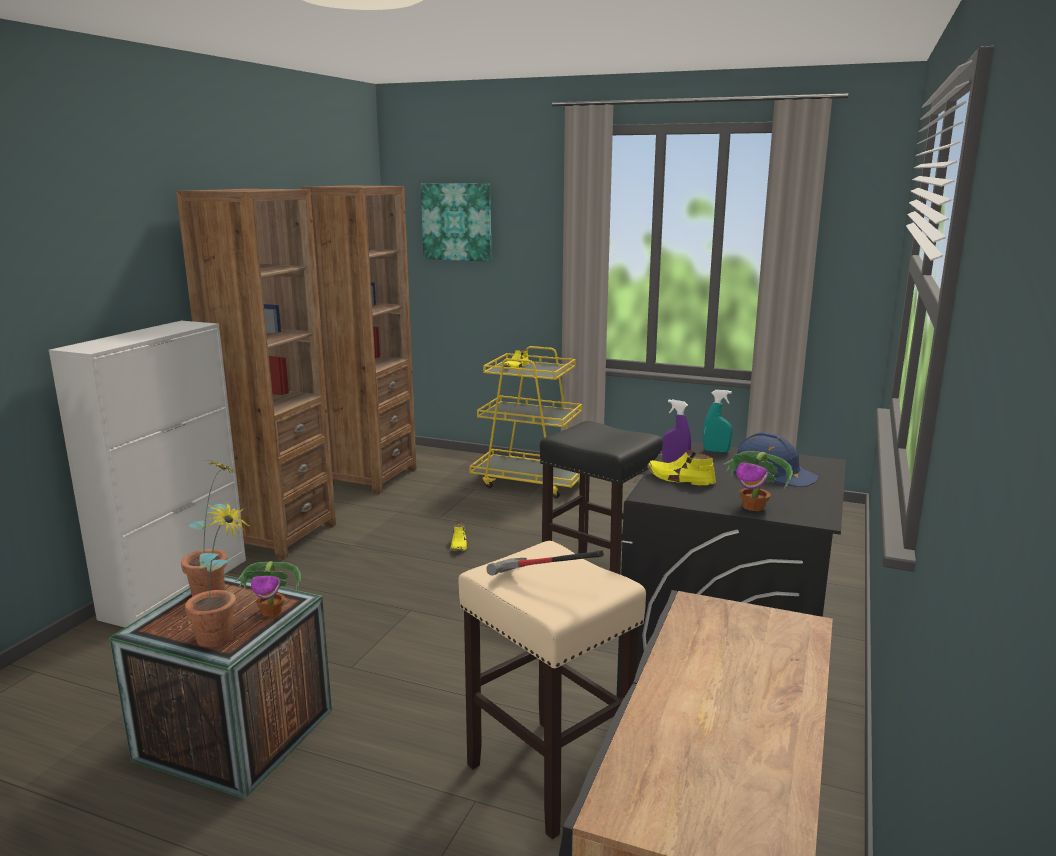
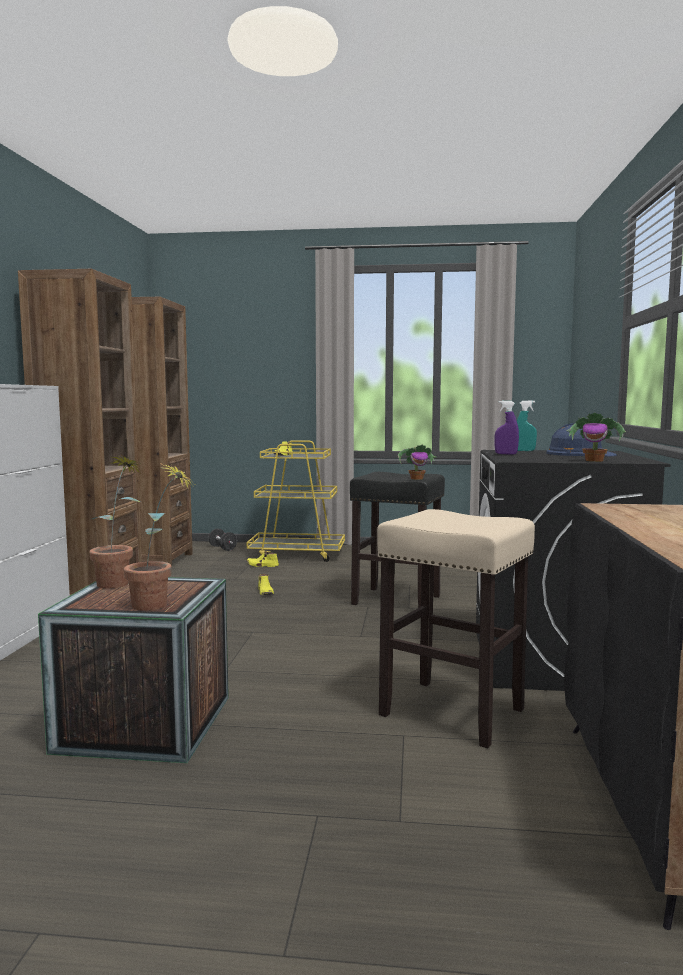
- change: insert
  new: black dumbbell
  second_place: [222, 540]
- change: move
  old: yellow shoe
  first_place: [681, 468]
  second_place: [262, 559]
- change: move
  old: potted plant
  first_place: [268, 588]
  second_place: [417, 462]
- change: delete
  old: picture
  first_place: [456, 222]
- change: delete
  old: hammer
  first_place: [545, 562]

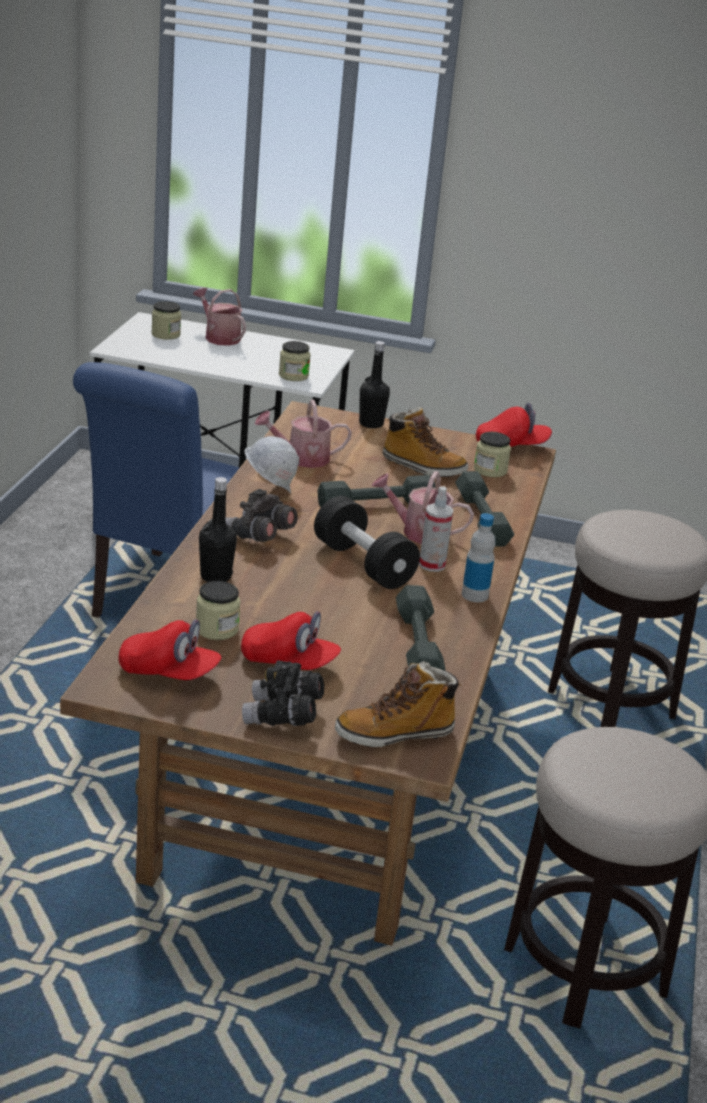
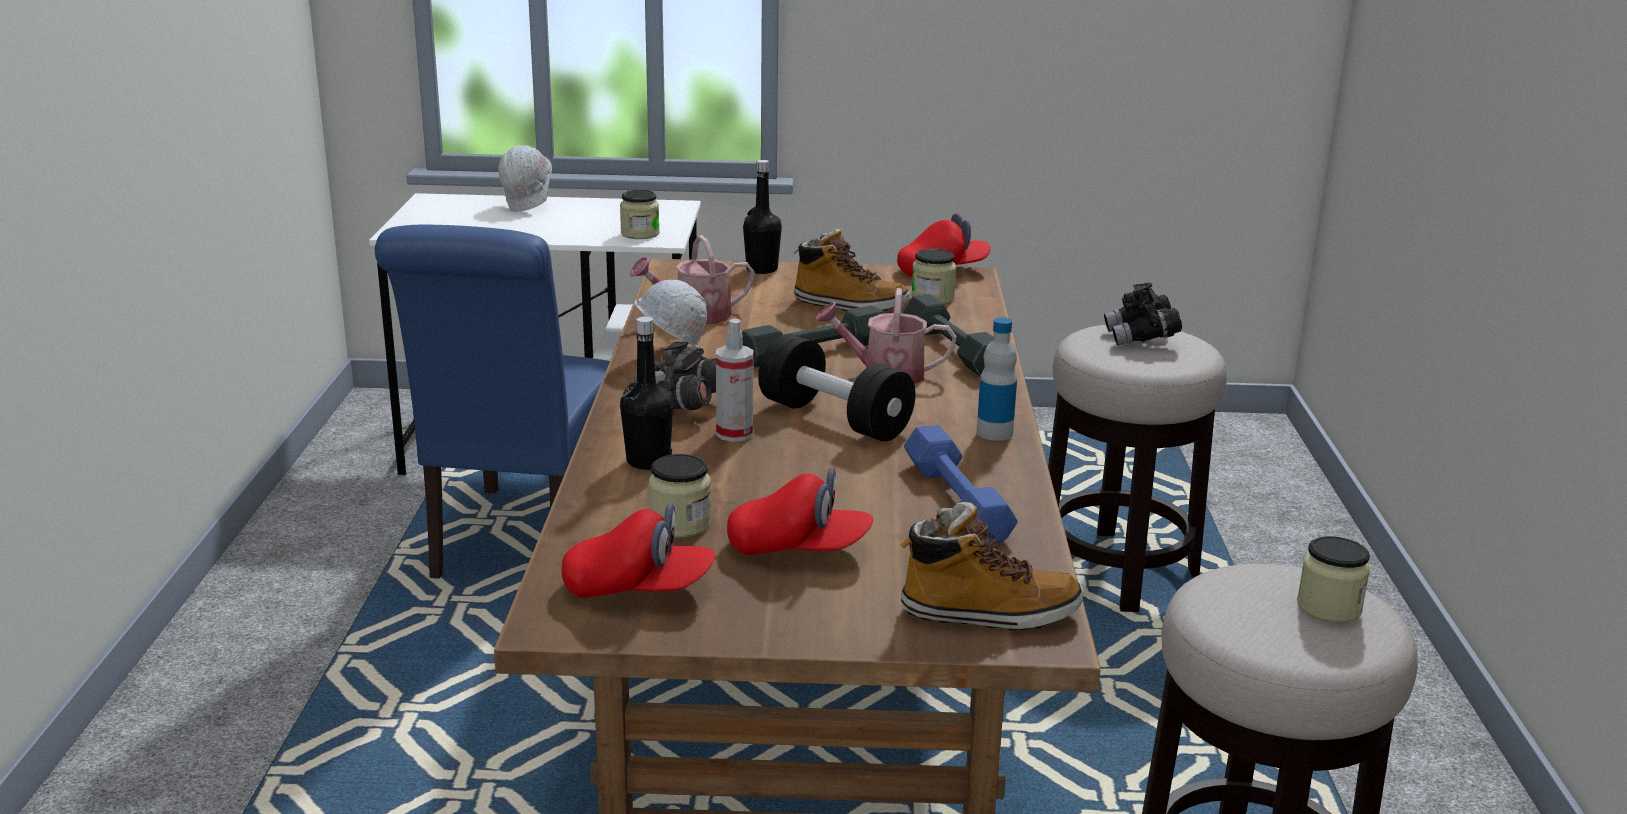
- change: replace
  old: watering can
  new: white hard hat
  first_place: [219, 317]
  second_place: [525, 178]
- change: move
  old: spray bottle
  first_place: [436, 529]
  second_place: [735, 380]
- change: rotate
  old: boot
  first_place: [398, 704]
  second_place: [991, 566]
  degrees: -150
- change: recolor
  old: grey dumbbell
  new: blue dumbbell
  first_place: [420, 628]
  second_place: [961, 484]
- change: move
  old: black binoculars
  first_place: [283, 693]
  second_place: [1143, 314]
- change: move
  old: jar
  first_place: [166, 320]
  second_place: [1333, 579]

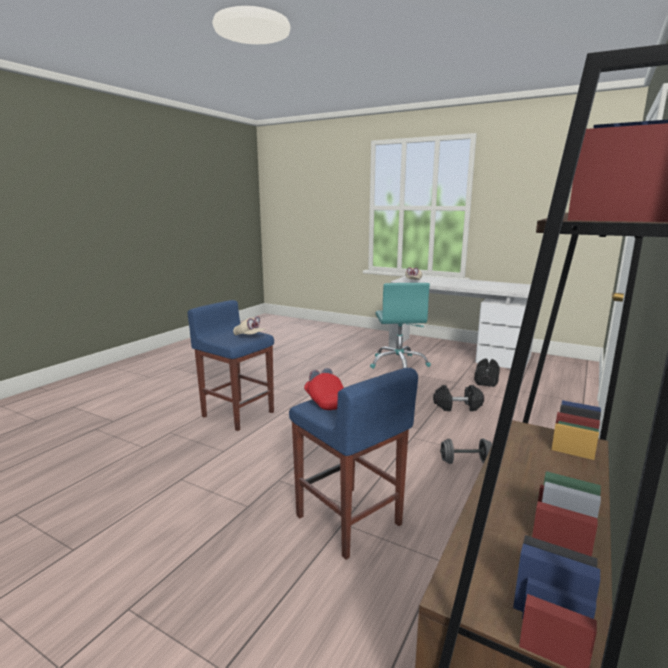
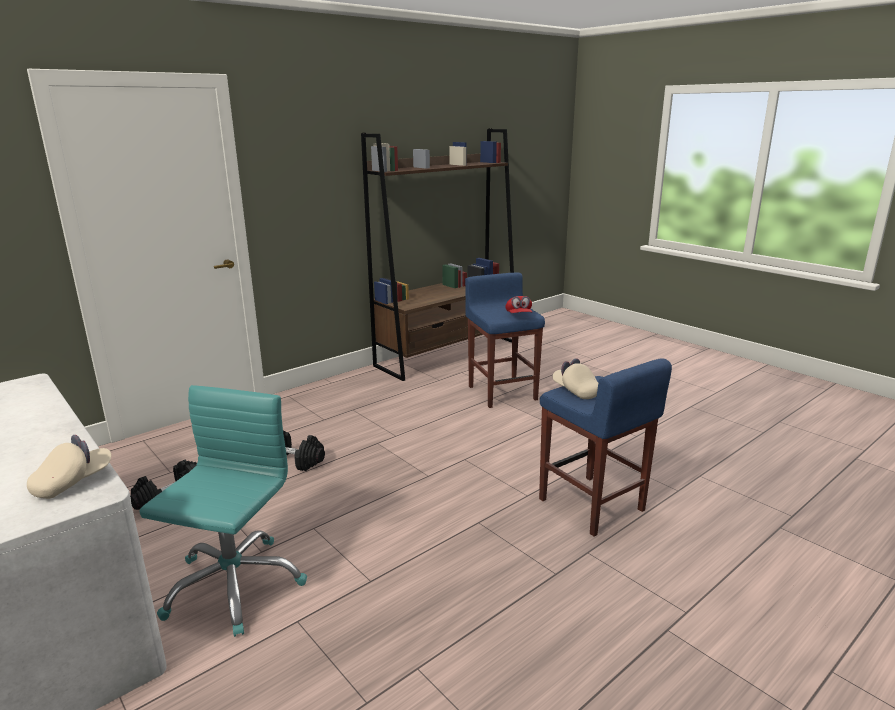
- change: delete
  old: grey dumbbell
  first_place: [466, 451]

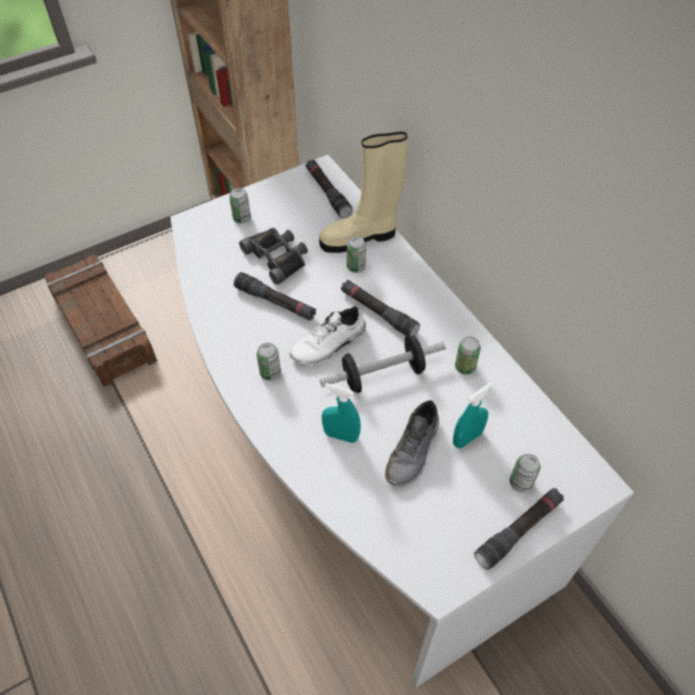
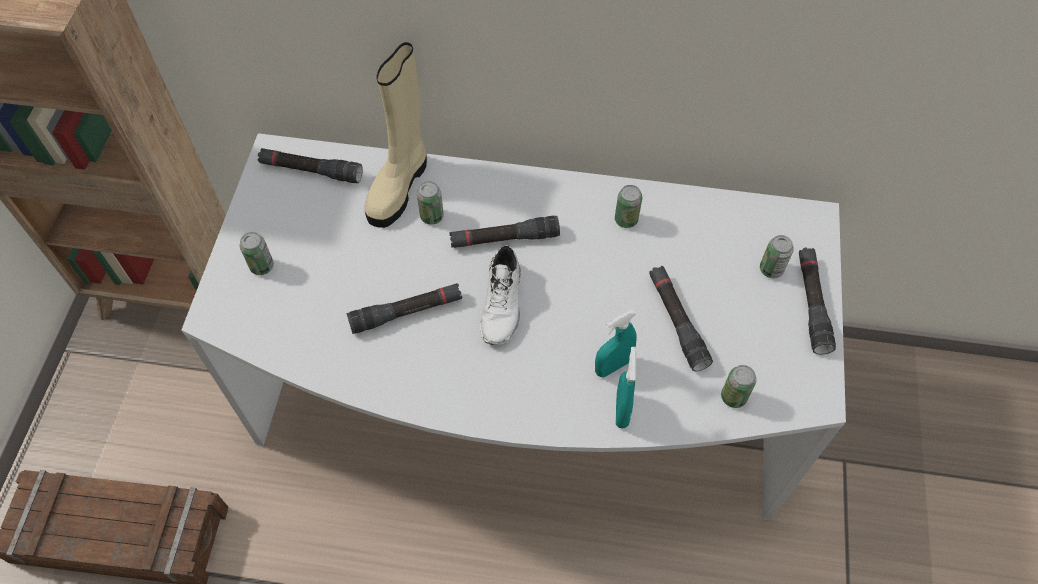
- change: move
  old: turquoise spray bottle
  first_place: [473, 416]
  second_place: [626, 387]
- change: replace
  old: grey shoe
  new: black flashlight
  first_place: [412, 443]
  second_place: [681, 318]
- change: move
  old: can
  first_place: [269, 362]
  second_place: [739, 386]
- change: delete
  old: black binoculars
  first_place: [273, 256]
- change: delete
  old: dumbbell
  first_place: [383, 364]

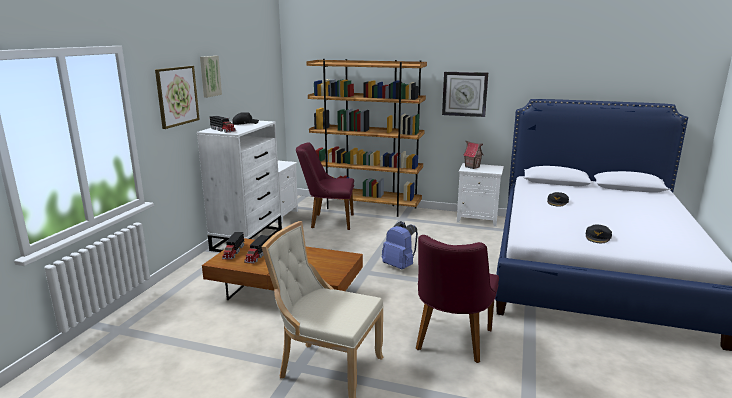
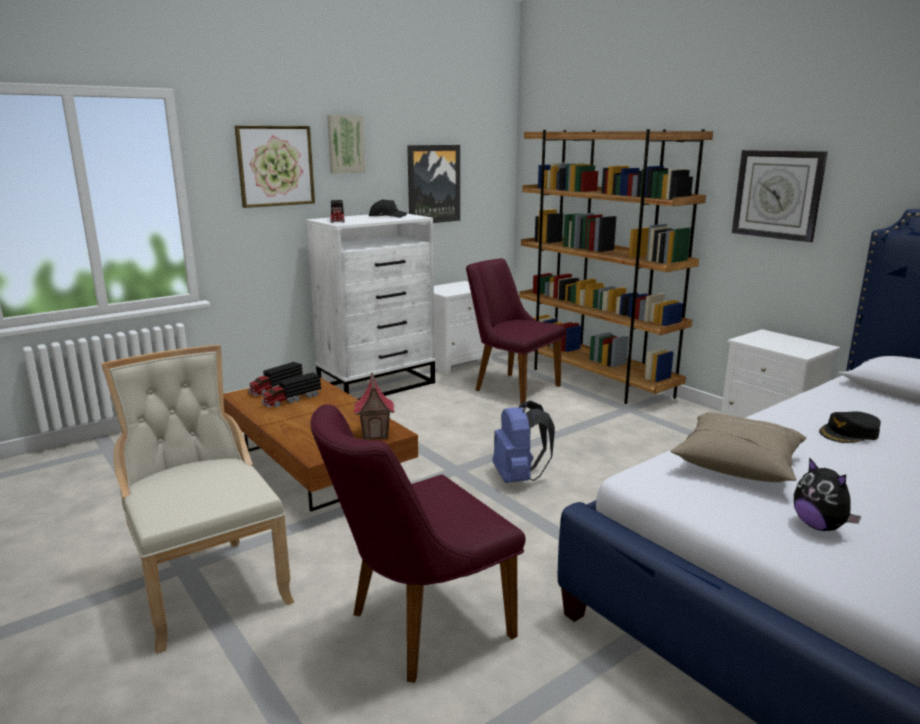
- change: move
  old: toy house
  first_place: [473, 155]
  second_place: [374, 406]
- change: insert
  new: picture
  second_place: [433, 184]
- change: insert
  new: beige pillow
  second_place: [738, 447]
- change: replace
  old: black cap
  new: plush toy
  first_place: [599, 234]
  second_place: [828, 494]

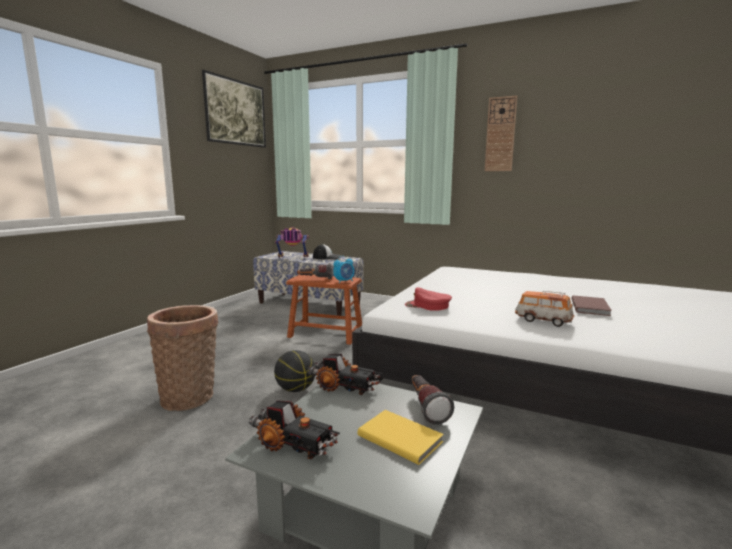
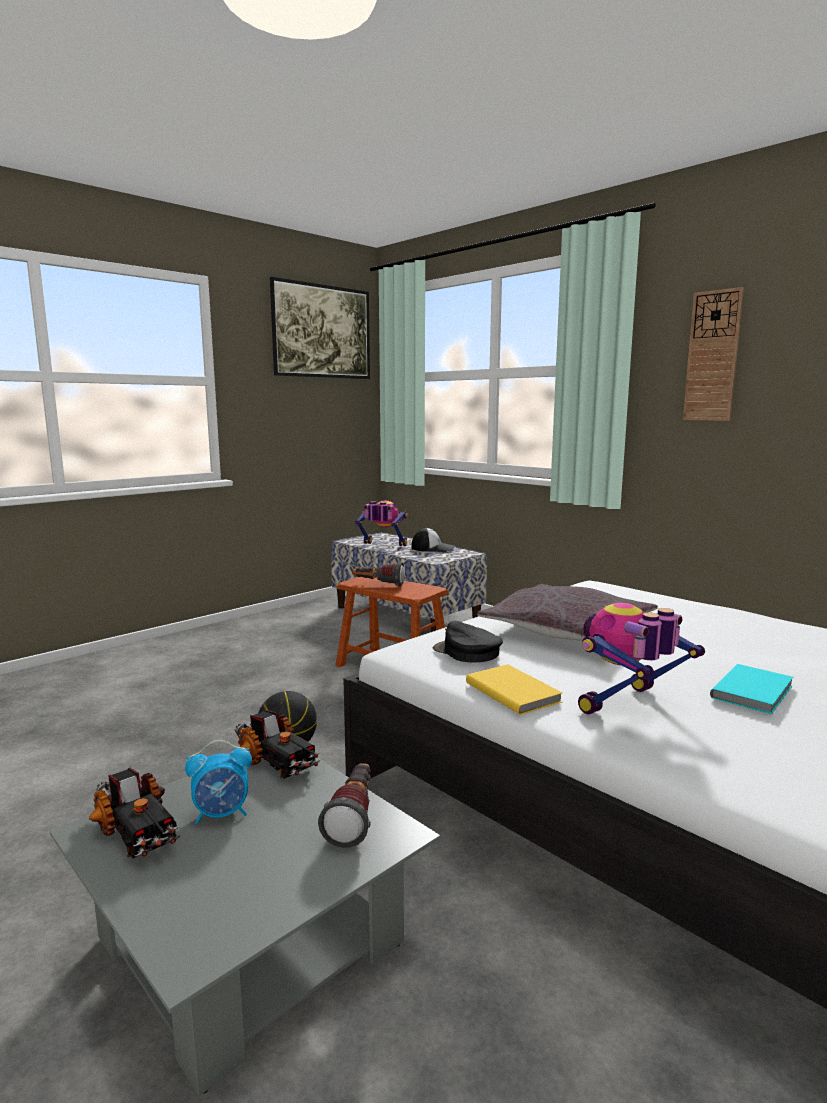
- change: move
  old: alarm clock
  first_place: [343, 269]
  second_place: [218, 782]
- change: recolor
  old: red cap
  new: black cap
  first_place: [428, 299]
  second_place: [468, 641]
- change: move
  old: yellow book
  first_place: [401, 437]
  second_place: [514, 689]
- change: insert
  new: grey pillow
  second_place: [567, 612]
- change: replace
  old: toy car
  new: toy robot
  first_place: [544, 309]
  second_place: [641, 658]
- change: recolor
  old: brown book
  new: turquoise book
  first_place: [592, 306]
  second_place: [751, 689]
- change: delete
  old: basket
  first_place: [183, 358]

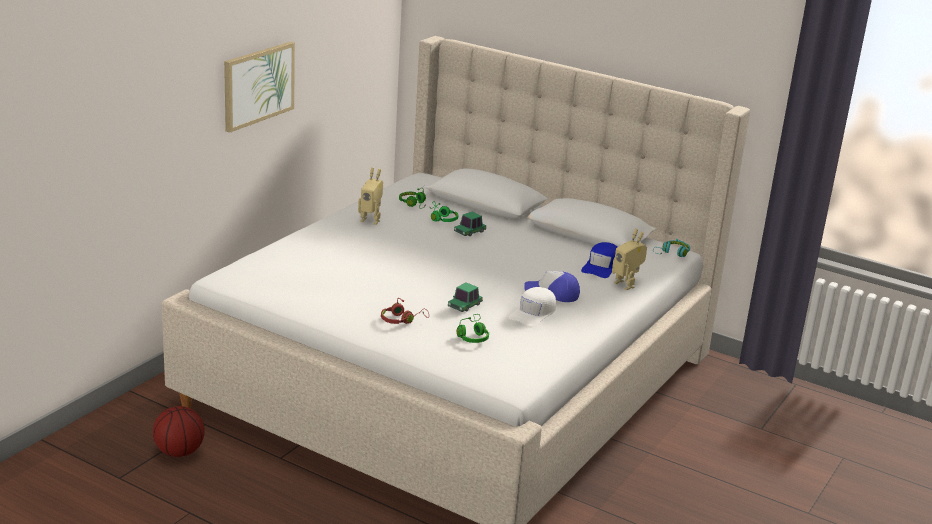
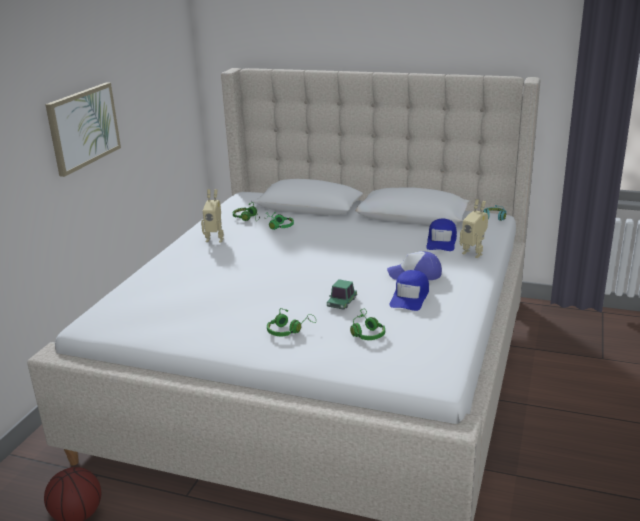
- change: recolor
  old: red headphones
  new: green headphones
  first_place: [405, 311]
  second_place: [291, 322]
- change: recolor
  old: white cap
  new: blue cap
  first_place: [532, 307]
  second_place: [409, 290]
- change: delete
  old: toy car
  first_place: [470, 224]

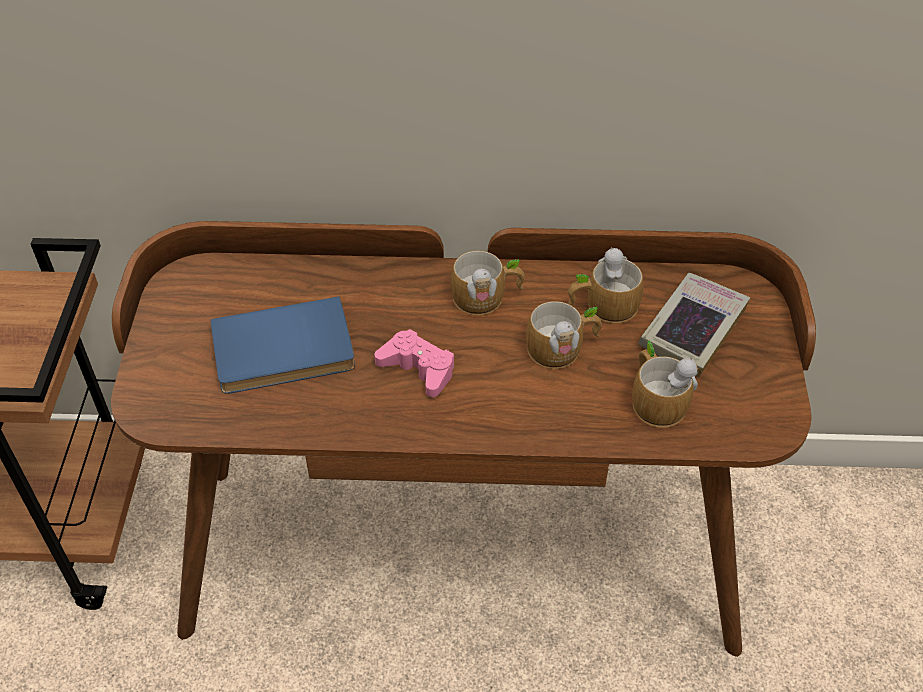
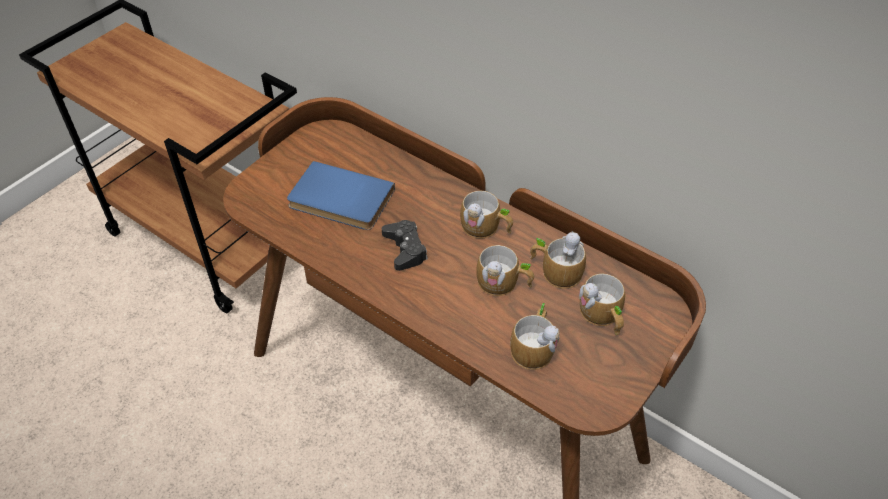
- change: recolor
  old: pink game controller
  new: black game controller
  first_place: [414, 363]
  second_place: [405, 245]
- change: replace
  old: book
  new: mug
  first_place: [694, 325]
  second_place: [602, 304]

